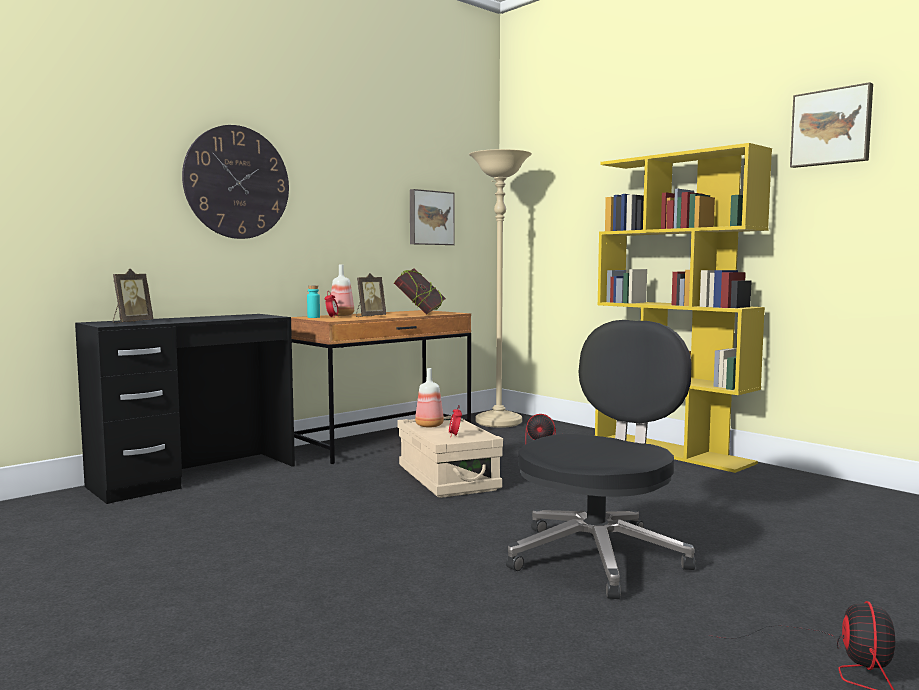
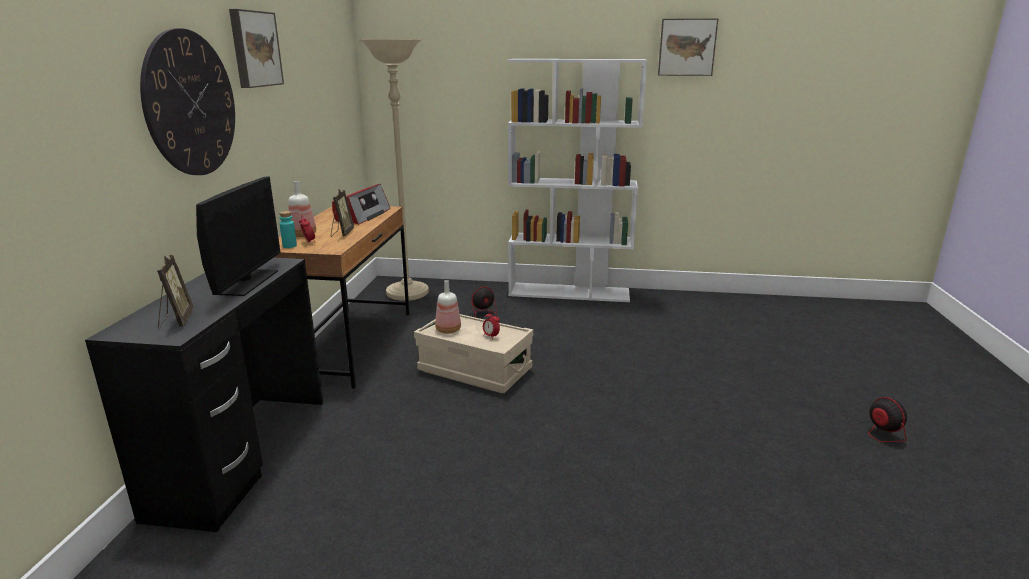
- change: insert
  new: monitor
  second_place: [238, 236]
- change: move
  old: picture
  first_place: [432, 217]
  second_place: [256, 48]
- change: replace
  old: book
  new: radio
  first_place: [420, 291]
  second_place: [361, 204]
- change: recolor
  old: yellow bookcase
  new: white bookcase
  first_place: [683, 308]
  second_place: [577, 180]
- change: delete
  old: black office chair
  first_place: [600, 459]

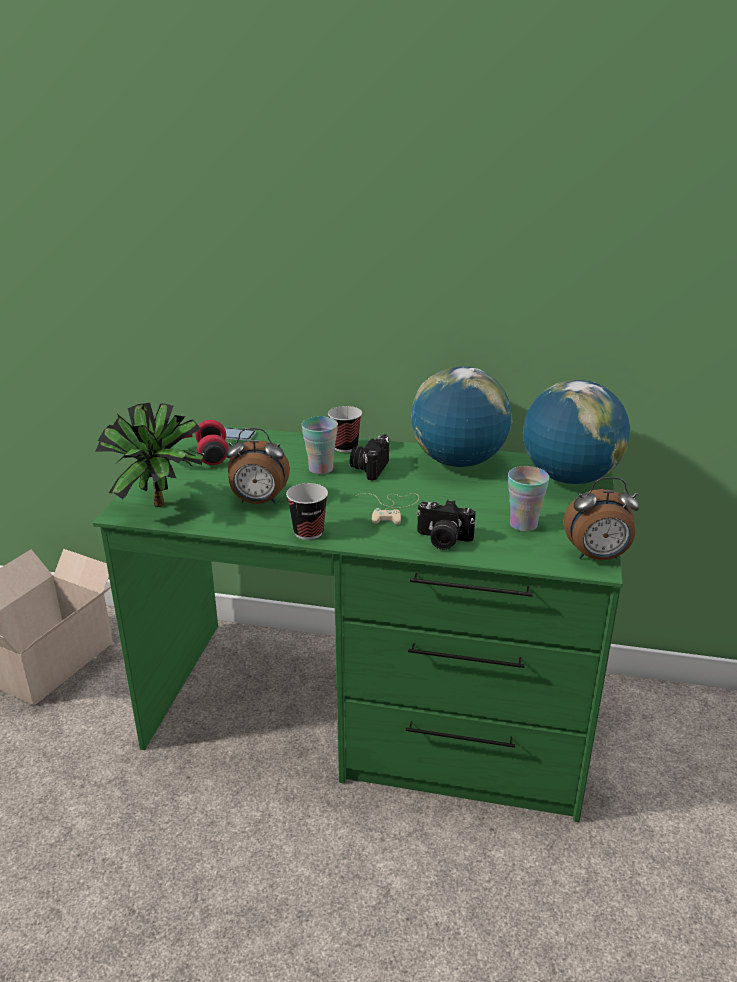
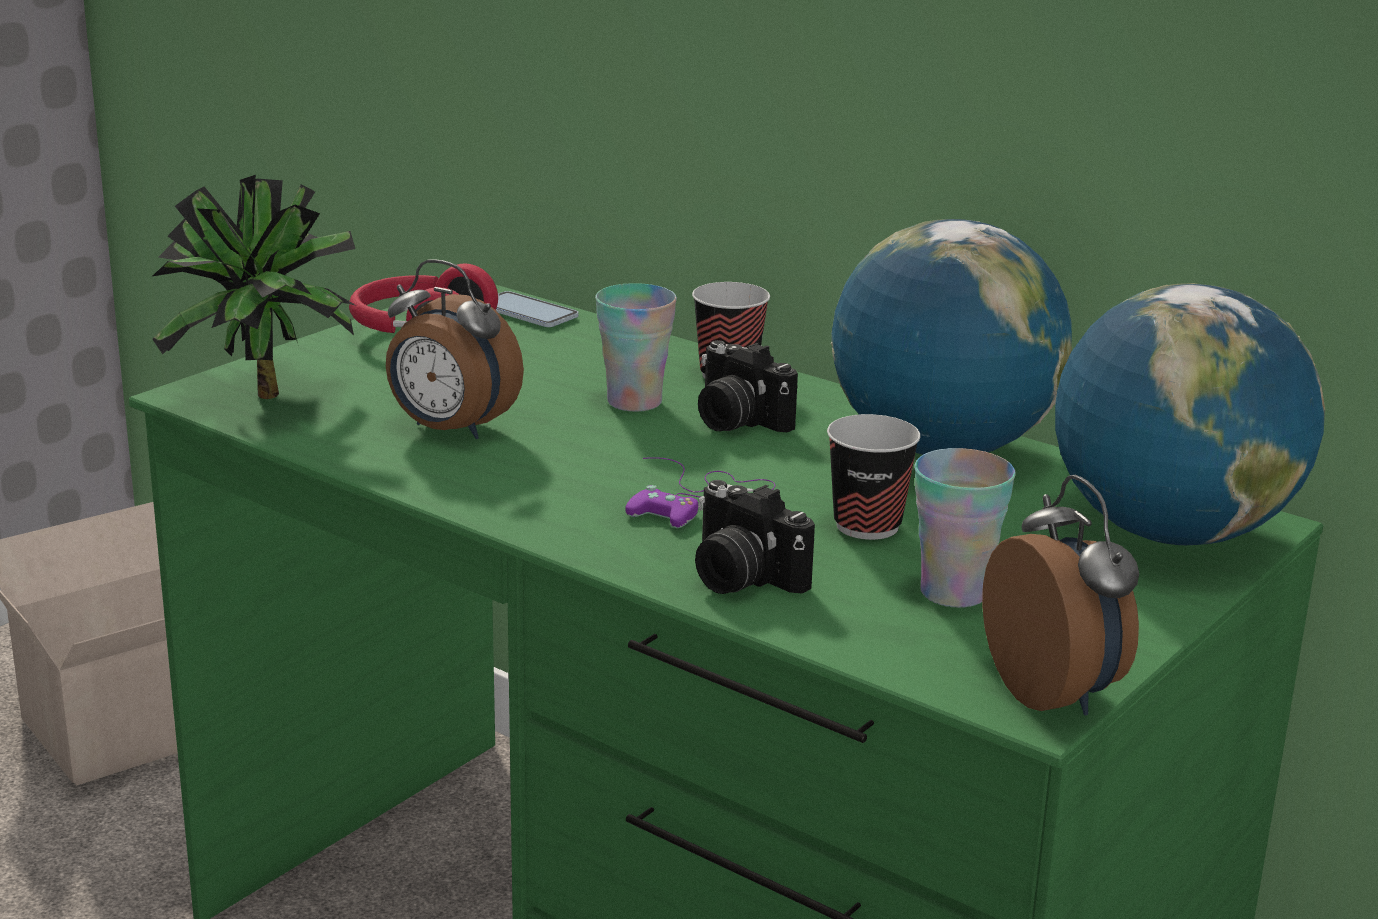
- change: recolor
  old: beige game controller
  new: purple game controller
  first_place: [387, 509]
  second_place: [700, 492]
- change: rotate
  old: photo camera
  first_place: [369, 457]
  second_place: [748, 386]
  degrees: -90
- change: move
  old: cup
  first_place: [307, 511]
  second_place: [874, 477]
- change: rotate
  old: alarm clock
  first_place: [601, 518]
  second_place: [1060, 595]
  degrees: -135

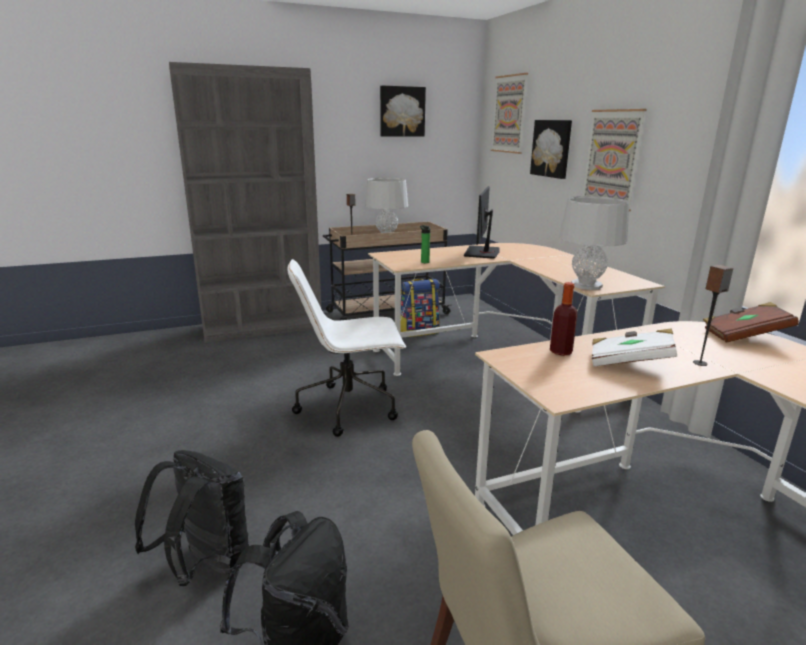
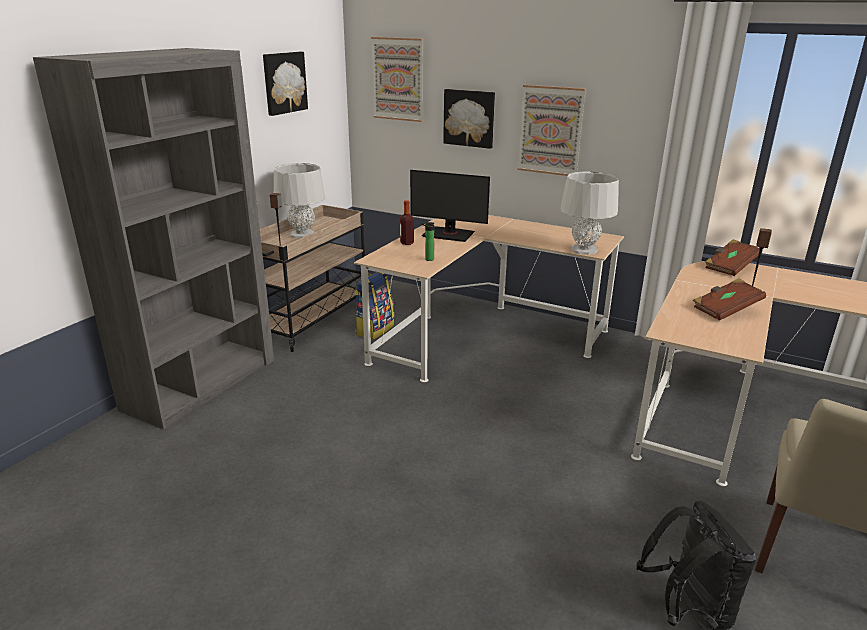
- change: move
  old: bottle
  first_place: [564, 319]
  second_place: [407, 222]
- change: rotate
  old: monitor
  first_place: [482, 222]
  second_place: [450, 206]
  degrees: -45
- change: recolor
  old: white book
  new: brown book
  first_place: [634, 347]
  second_place: [729, 299]
- change: delete
  old: black backpack
  first_place: [192, 518]
- change: delete
  old: white office chair
  first_place: [346, 348]

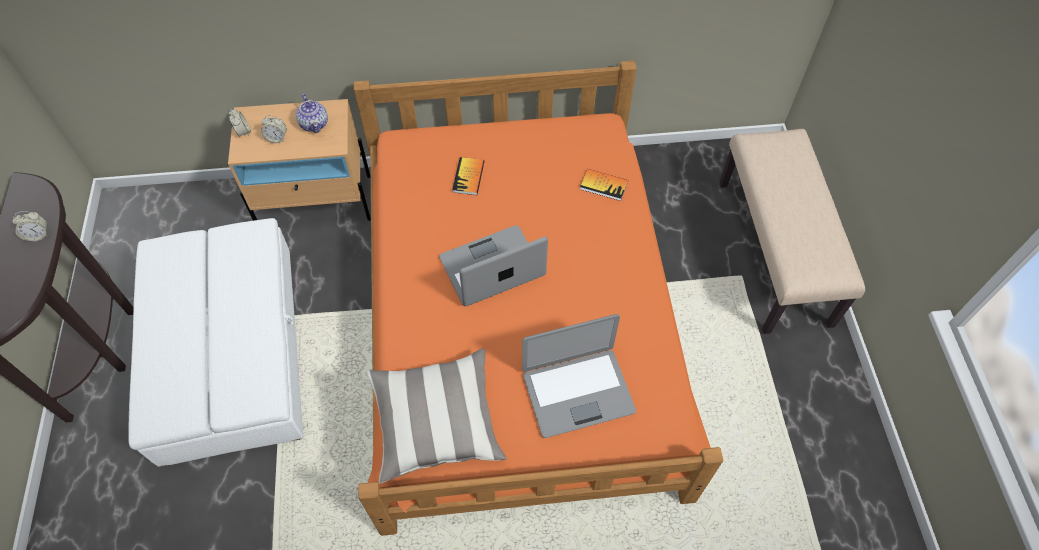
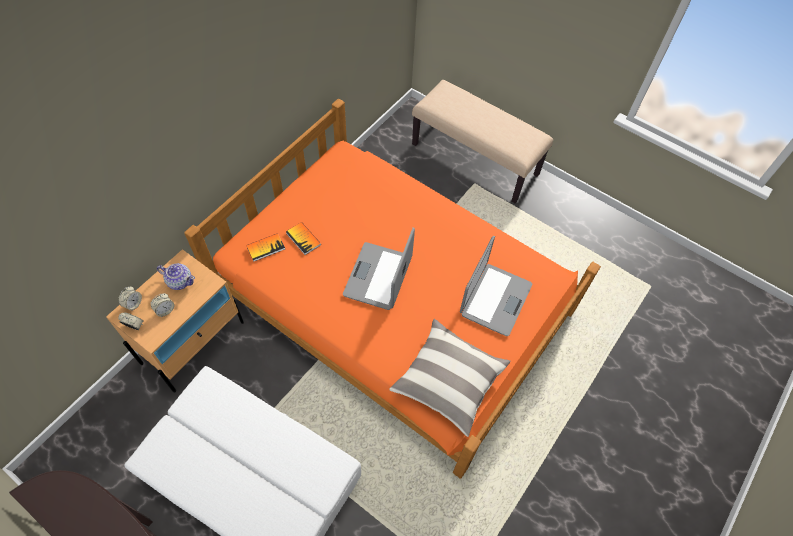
- change: move
  old: alarm clock
  first_place: [30, 226]
  second_place: [130, 298]
- change: move
  old: book
  first_place: [604, 185]
  second_place: [265, 247]

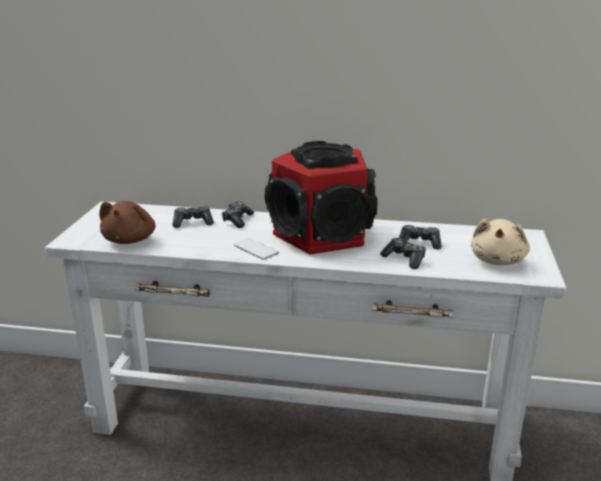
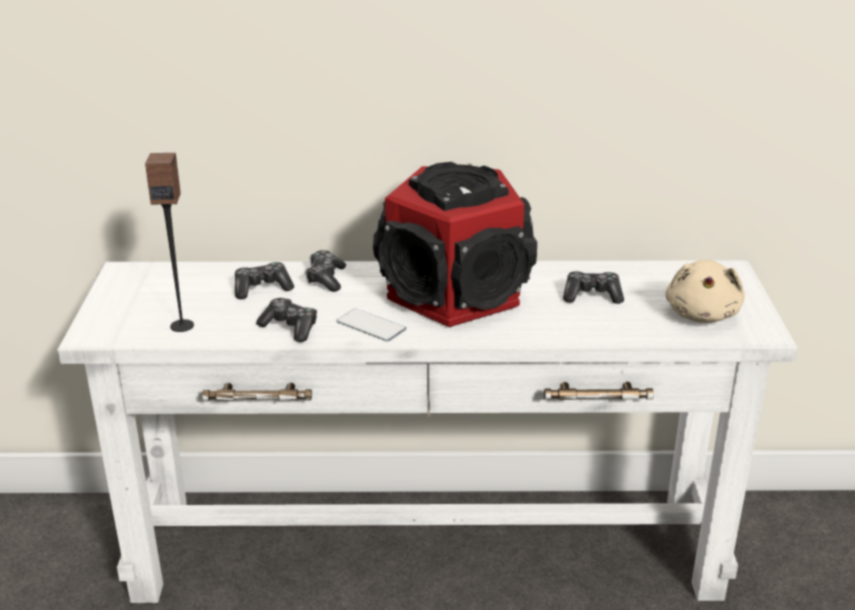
- change: replace
  old: brown plush toy
  new: speaker
  first_place: [127, 222]
  second_place: [169, 242]
- change: move
  old: game controller
  first_place: [403, 253]
  second_place: [286, 320]

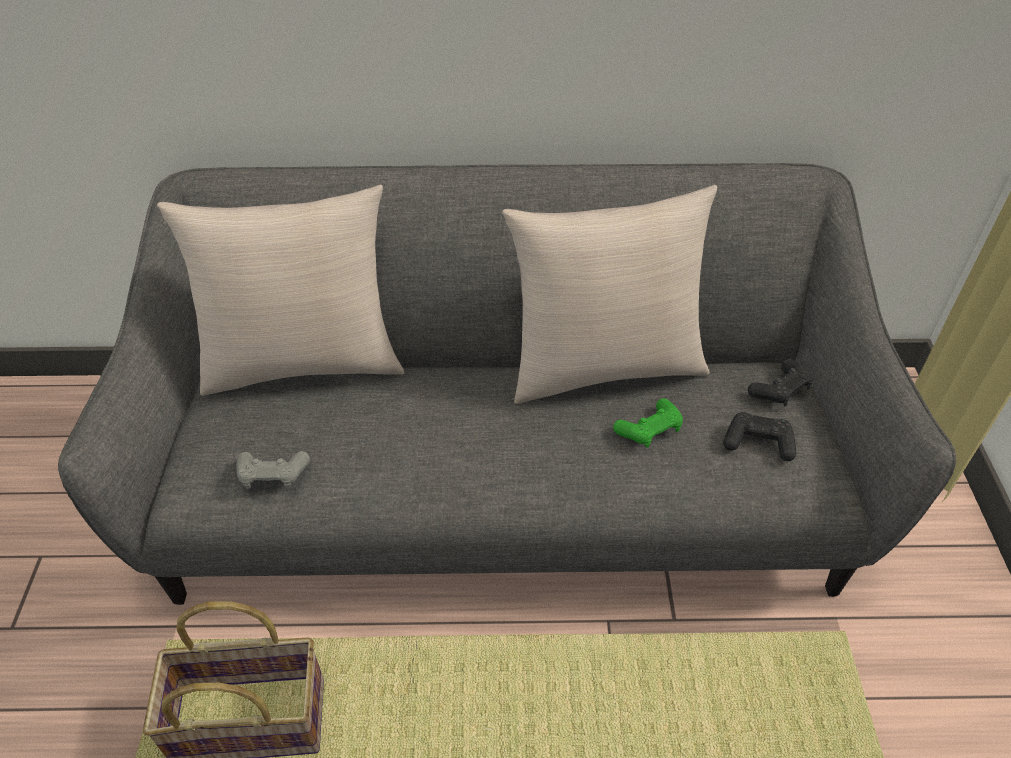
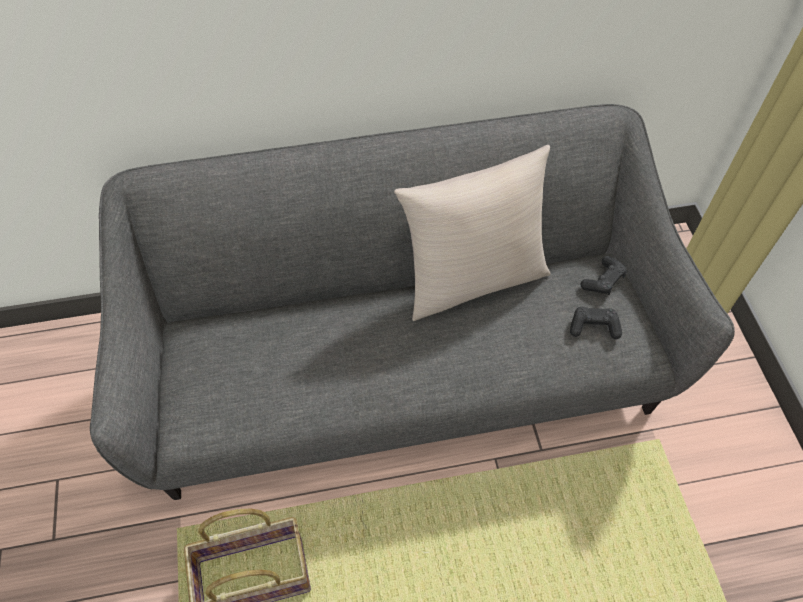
- change: delete
  old: beige pillow
  first_place: [280, 290]
- change: delete
  old: grey game controller
  first_place: [273, 470]
- change: delete
  old: green game controller
  first_place: [648, 423]

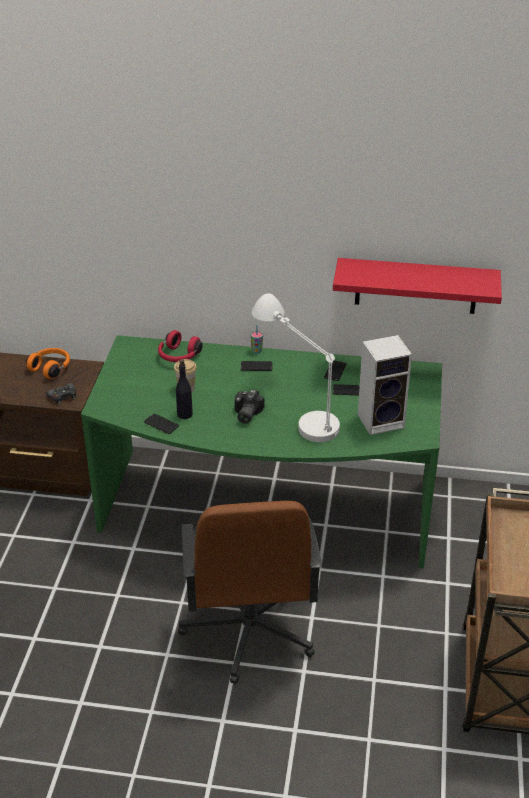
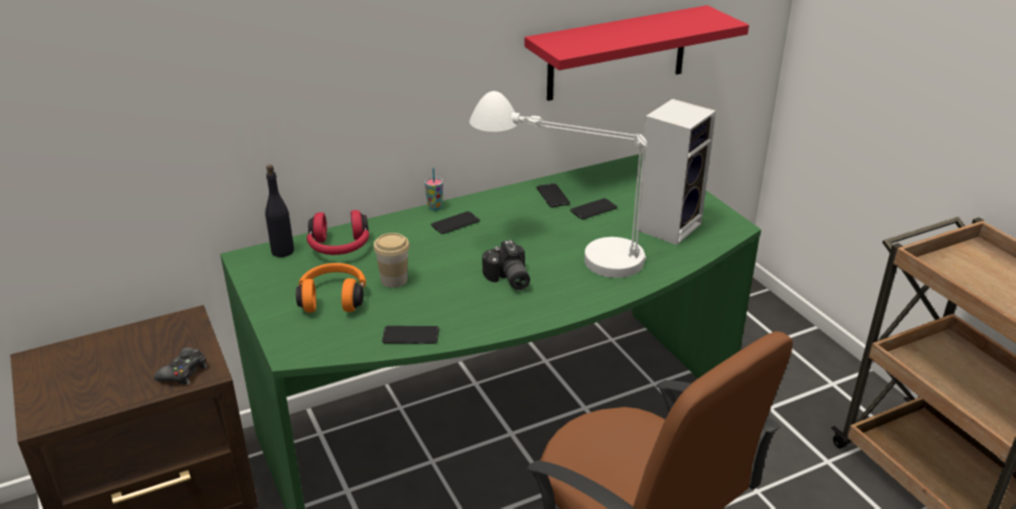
- change: move
  old: black bottle
  first_place: [184, 389]
  second_place: [279, 211]
- change: move
  old: orange headphones
  first_place: [48, 363]
  second_place: [331, 288]

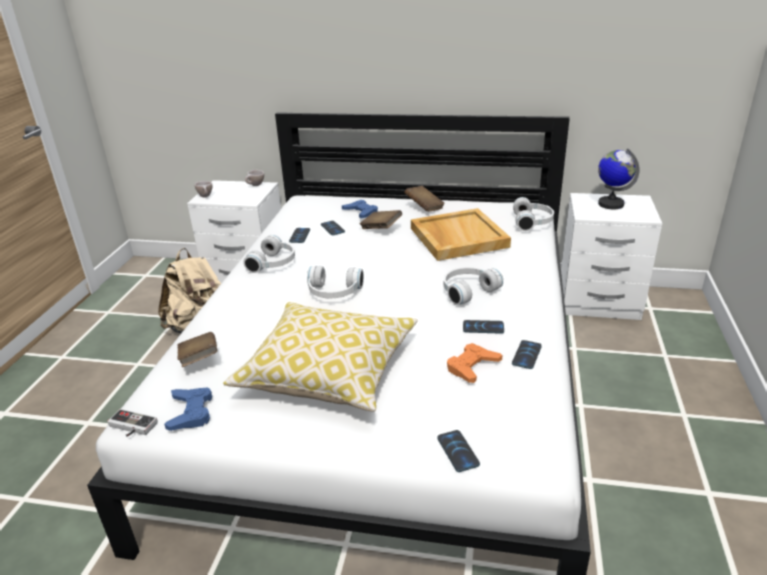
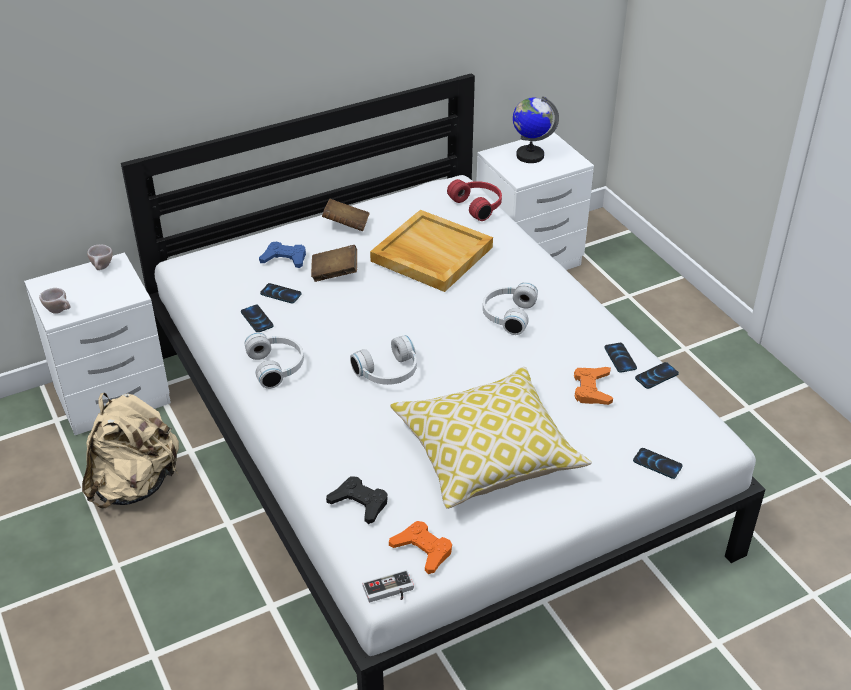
- change: replace
  old: brown book
  new: black game controller
  first_place: [197, 349]
  second_place: [357, 500]
- change: recolor
  old: blue game controller
  new: orange game controller
  first_place: [188, 409]
  second_place: [420, 547]
- change: recolor
  old: white headphones
  new: red headphones
  first_place: [533, 214]
  second_place: [474, 200]
- change: move
  old: phone
  first_place: [483, 327]
  second_place: [657, 375]

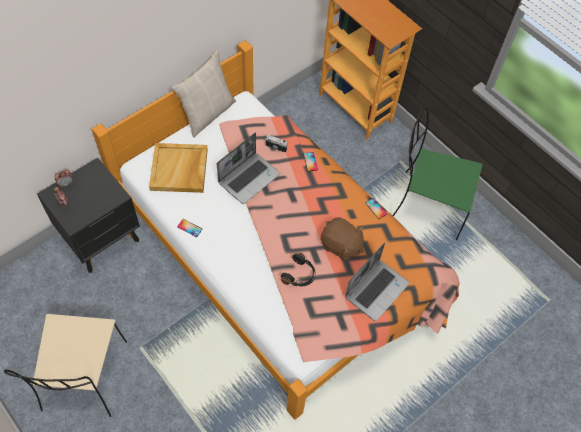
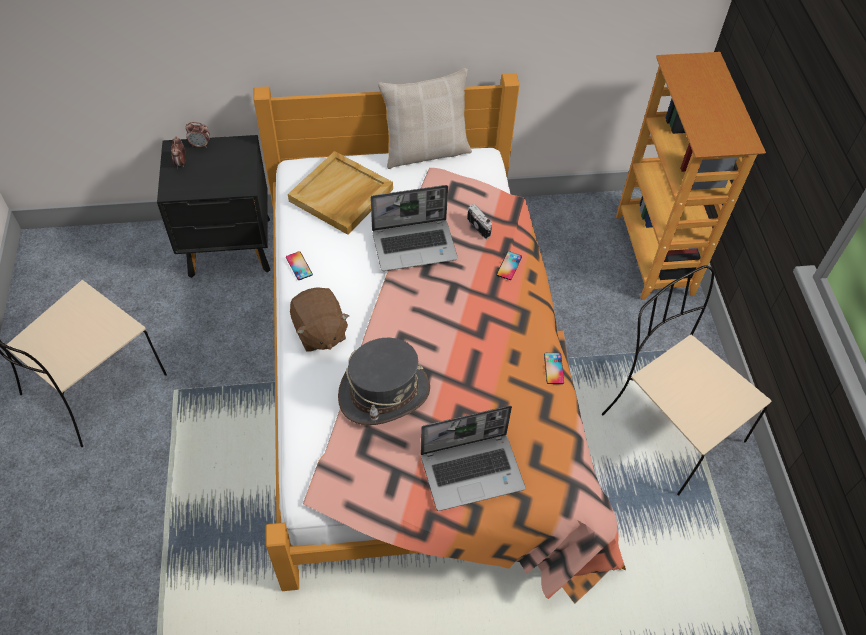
- change: move
  old: brown plush toy
  first_place: [342, 239]
  second_place: [319, 319]
- change: replace
  old: black headphones
  new: grey hat
  first_place: [298, 269]
  second_place: [384, 381]
- change: recolor
  old: green chair
  new: beige chair
  first_place: [437, 174]
  second_place: [686, 380]

